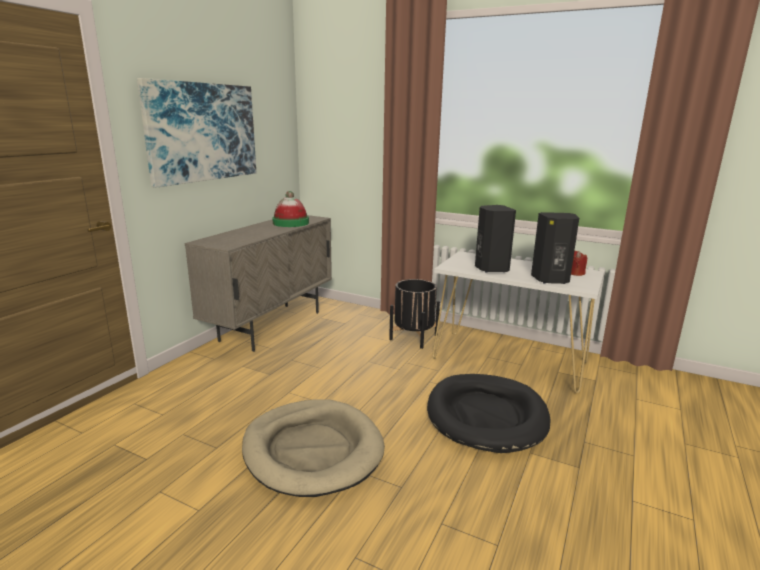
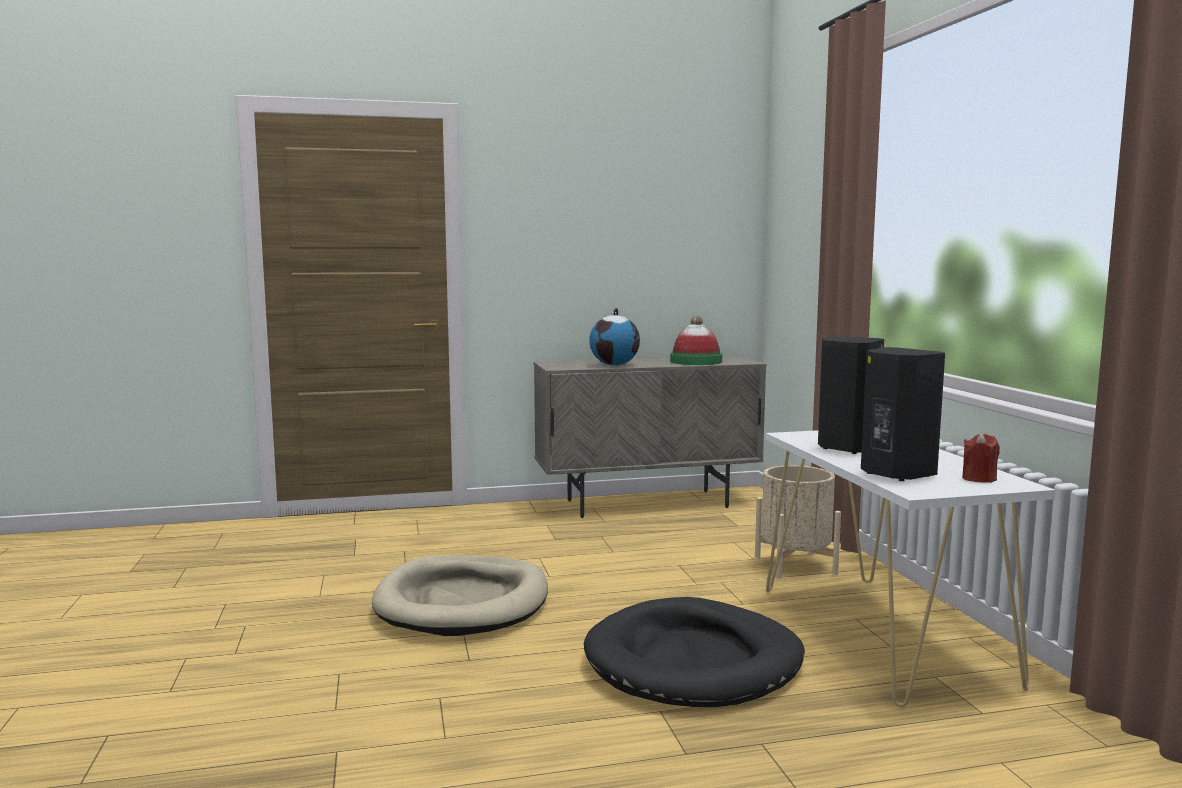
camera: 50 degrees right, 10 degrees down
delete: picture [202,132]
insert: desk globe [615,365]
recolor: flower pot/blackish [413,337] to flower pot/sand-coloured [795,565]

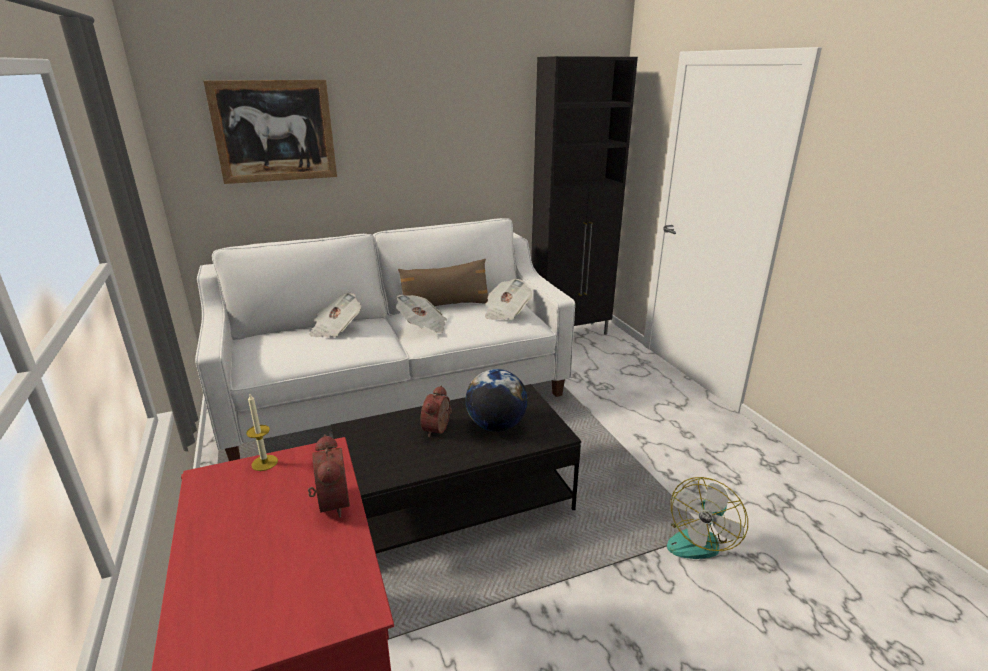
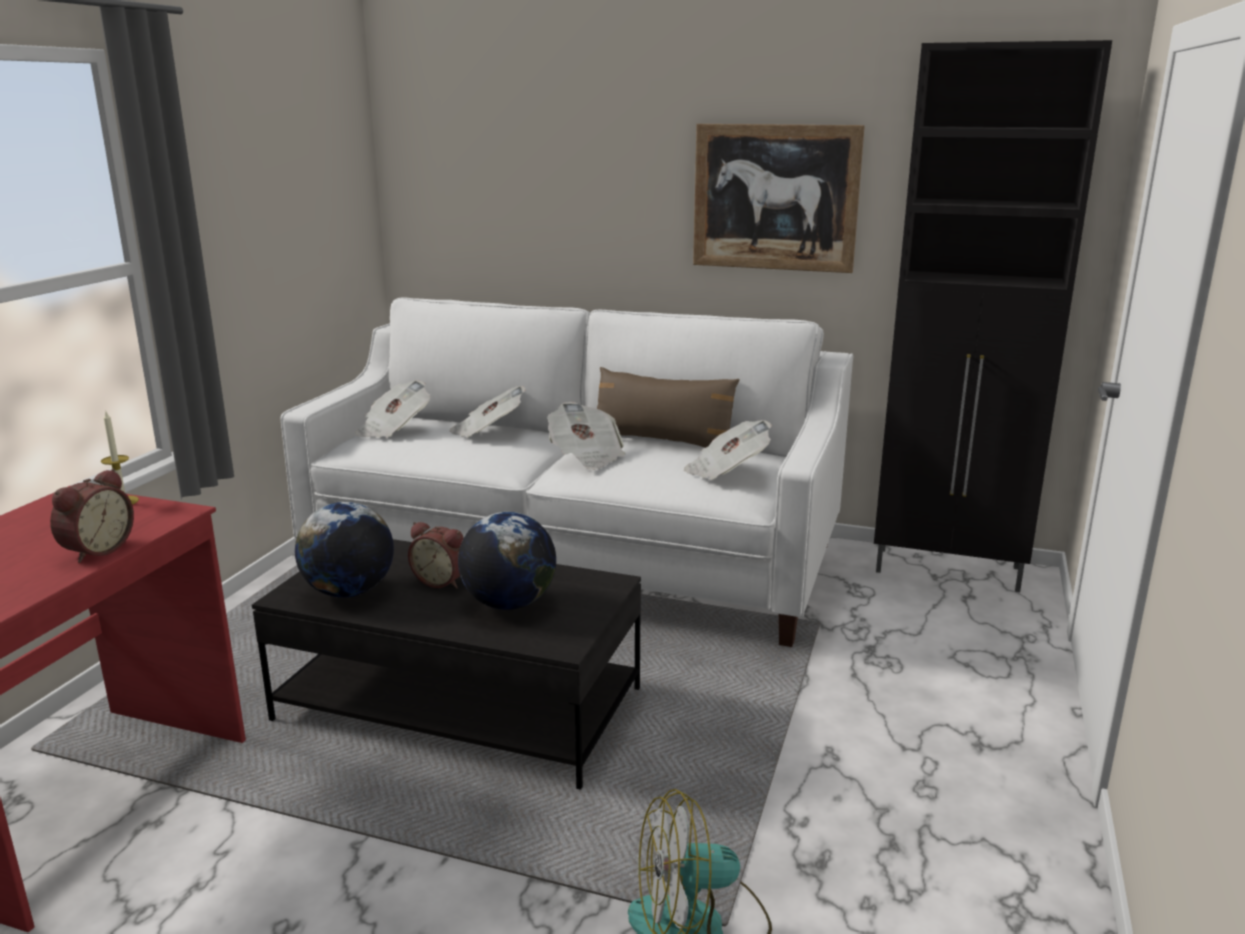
camera: 40 degrees right, 5 degrees down
insert: desk globe [349,592]; daily paper [393,429]
move: picture [274,131] to [775,198]
rotate: table clock [439,429] = [442,581] 120 degrees counterclockwise

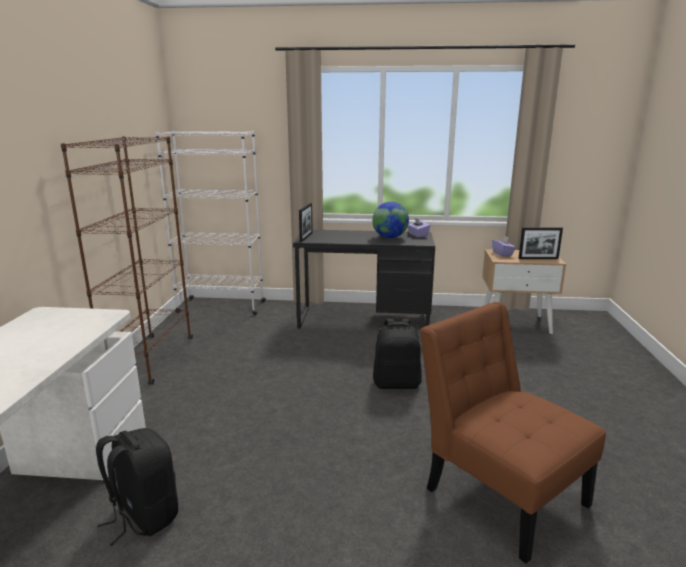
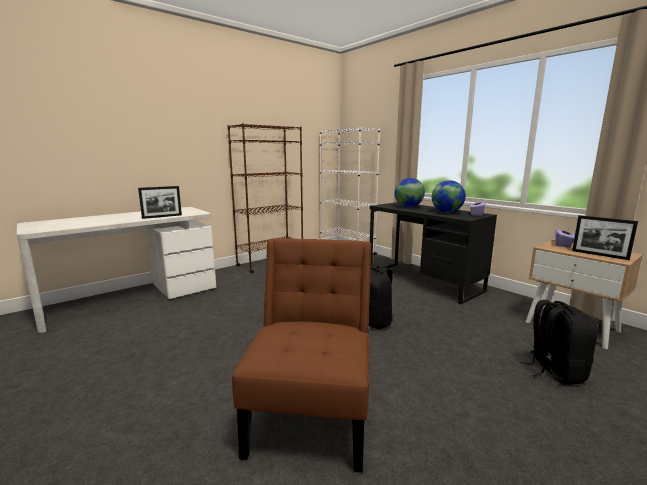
camera: 45 degrees right, 5 degrees down
insert: desk globe [408,207]
move: rucksack/blackish [143,516] to [554,371]; standing frame [306,237] to [162,216]

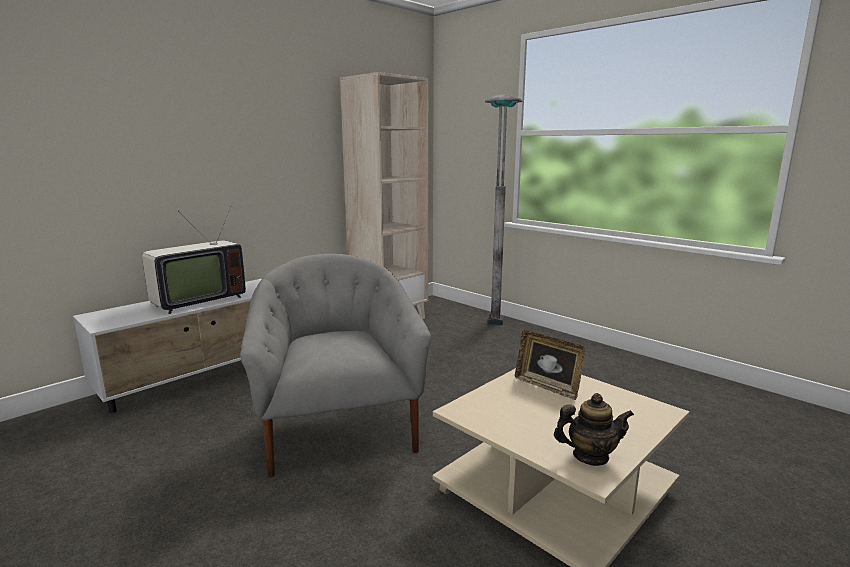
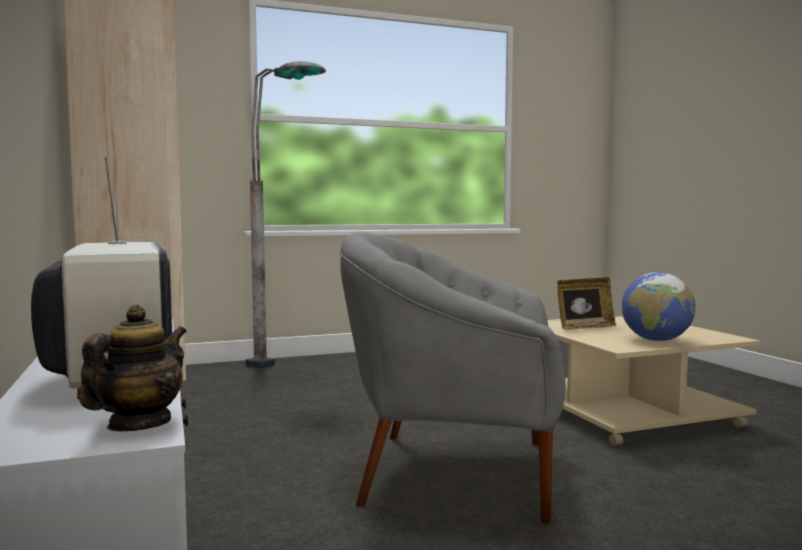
camera: 65 degrees left, 10 degrees down
insert: desk globe [656,340]
move: tea pot [590,456] to [139,424]

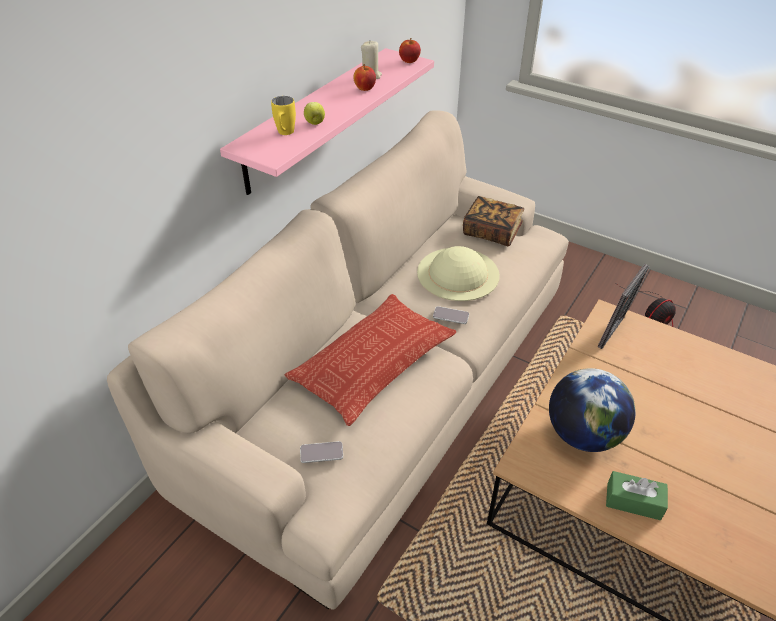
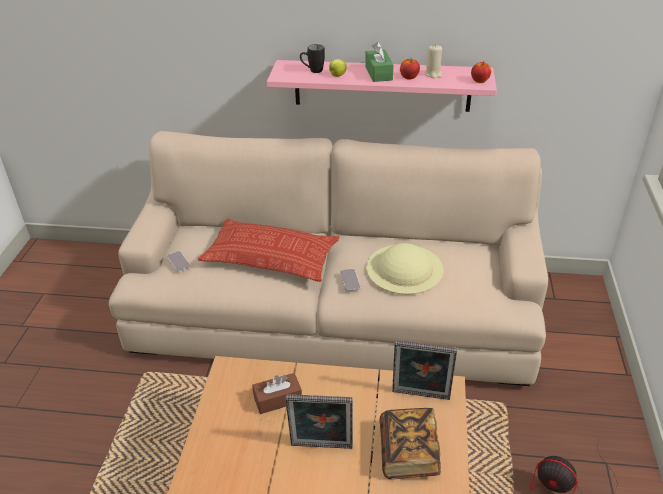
camera: 65 degrees right, 5 degrees down
insert: standing frame [321,448]
move: book [492,232] to [408,453]; tissue box/green-coloured [633,501] to [378,73]
replace: desk globe [583,434] to tissue box/brown-coloured [278,399]
recolor: coffee mug/yellowish [285,134] to coffee mug/blackish [312,71]

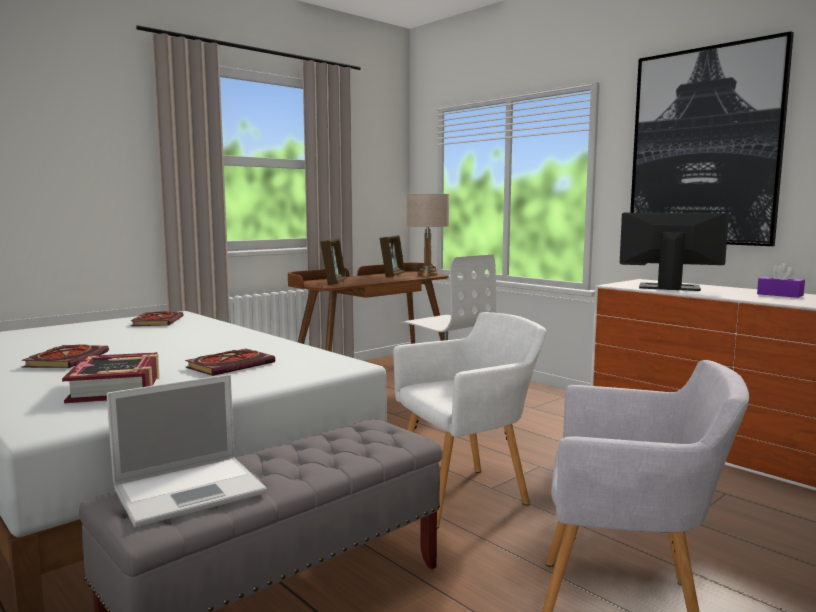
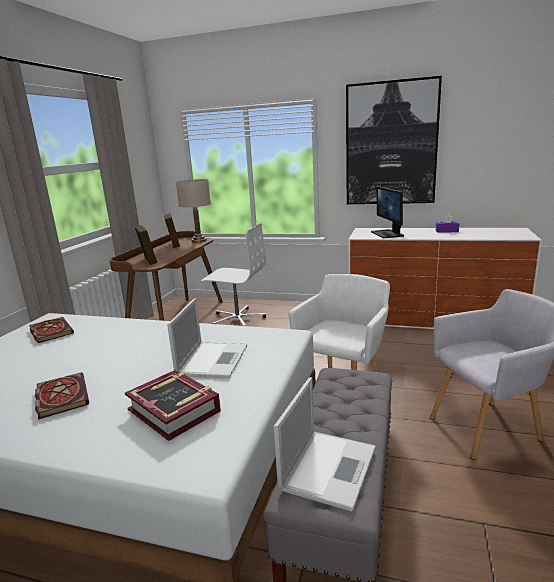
camera: 30 degrees left, 10 degrees up
replace: book [231,365] to portable computer [213,359]
rotate: monitor [668,287] = [388,234] 90 degrees counterclockwise

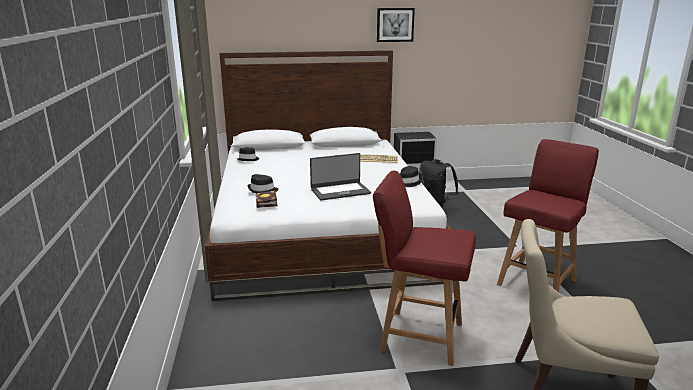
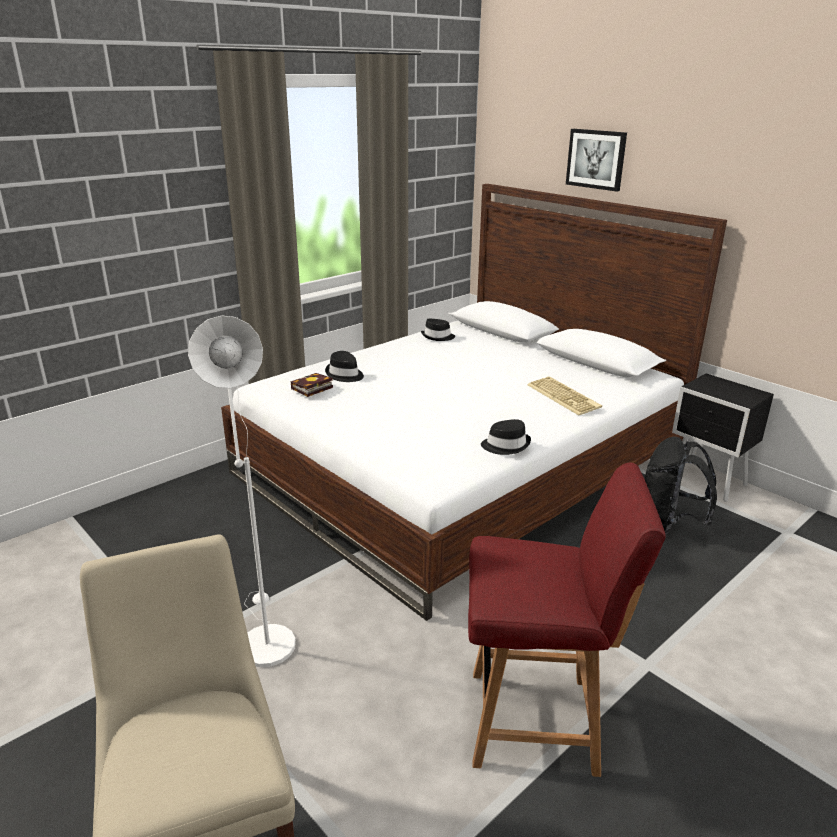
camera: 55 degrees right, 5 degrees up
delete: portable computer [340,191]
move: picture [395,25] to [596,159]
replace: chair/red [419,336] to standing lamp/white [264,638]

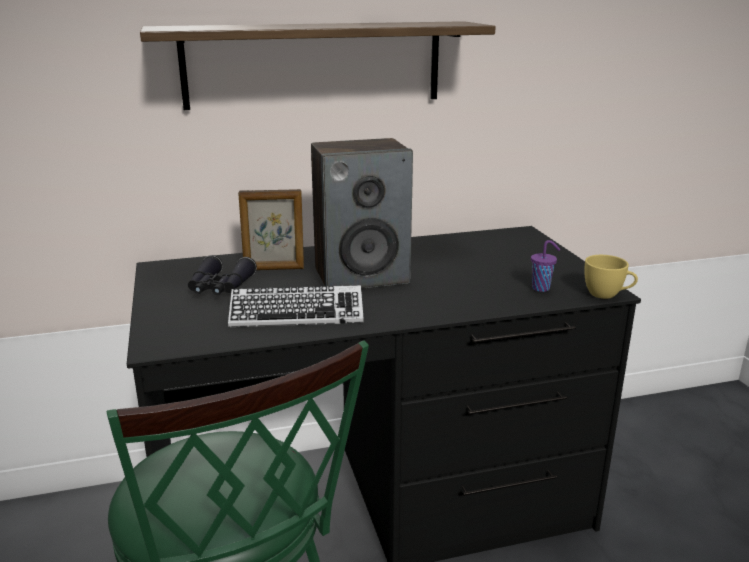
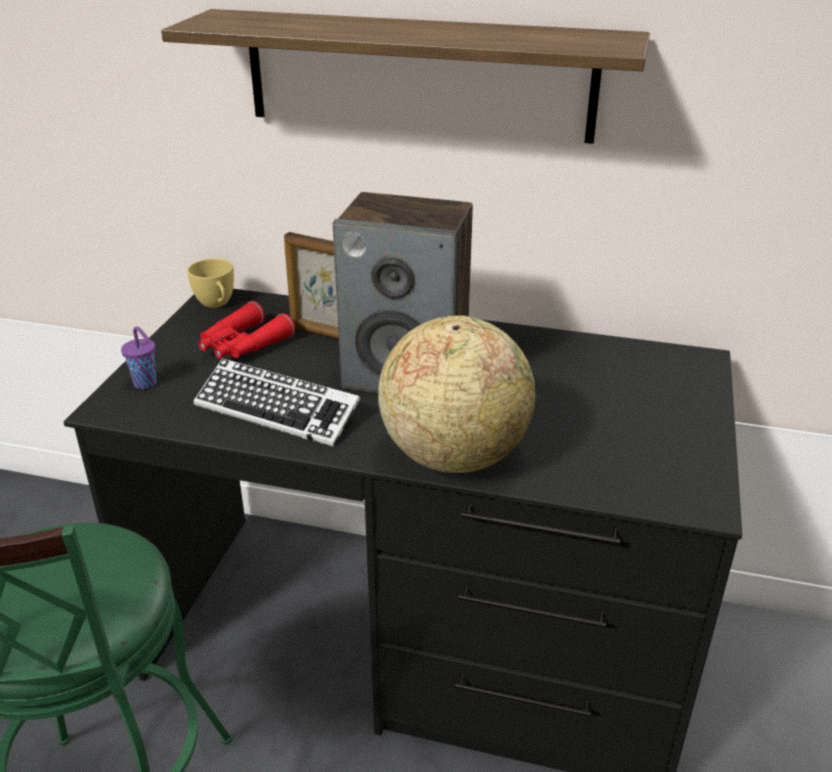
camera: 30 degrees right, 10 degrees up
insert: desk globe [454,455]
move: drinking cup/purple-coloured [542,288] to [146,384]; drinking cup/yellowish [607,295] to [217,304]
recolor: field glasses/blackish [220,287] to field glasses/red [243,345]

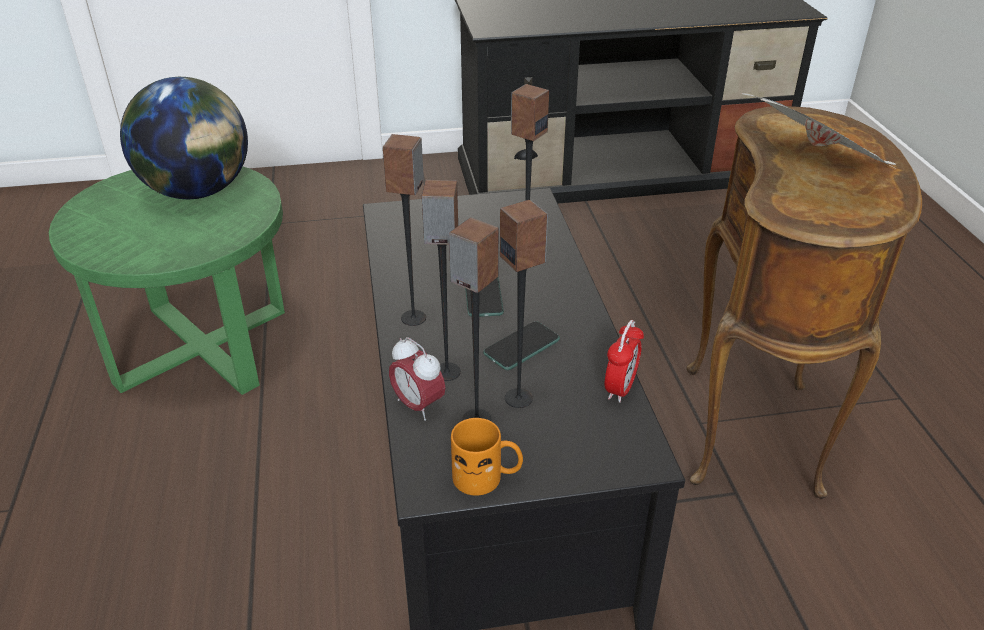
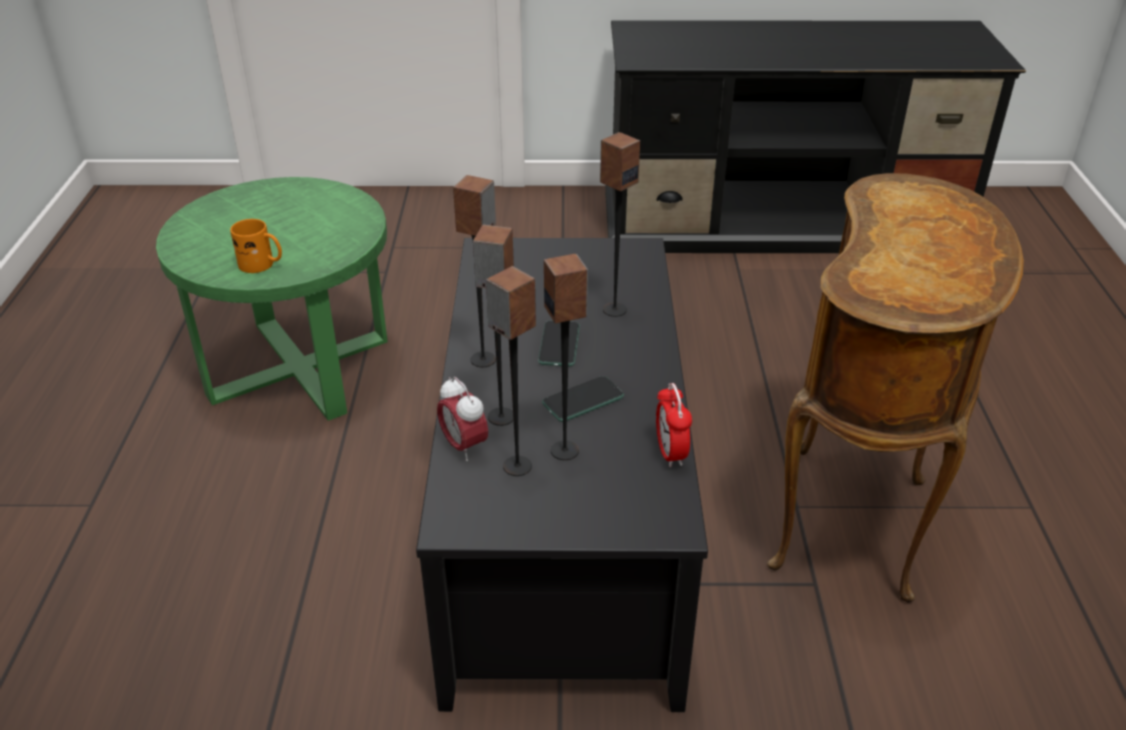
camera: 10 degrees right, 0 degrees up
delete: desk globe [198,191]; daily paper [816,172]
move: coffee mug/orangey [487,477] to [262,265]
rotate: table clock [620,388] = [670,453] 135 degrees clockwise

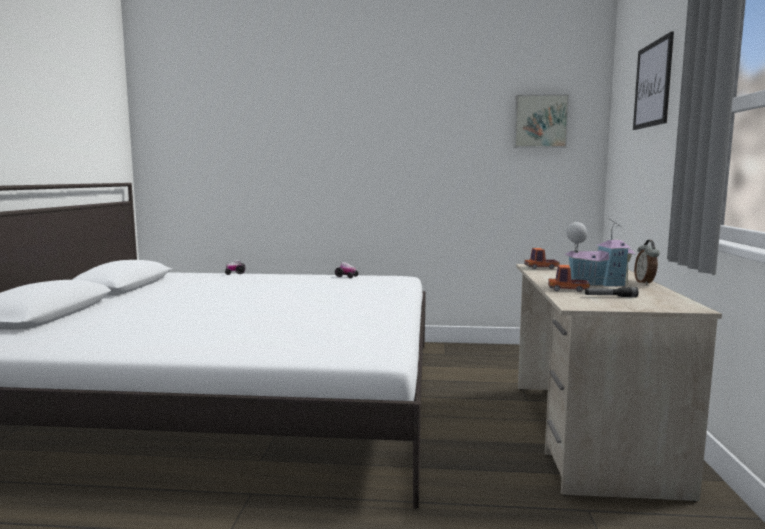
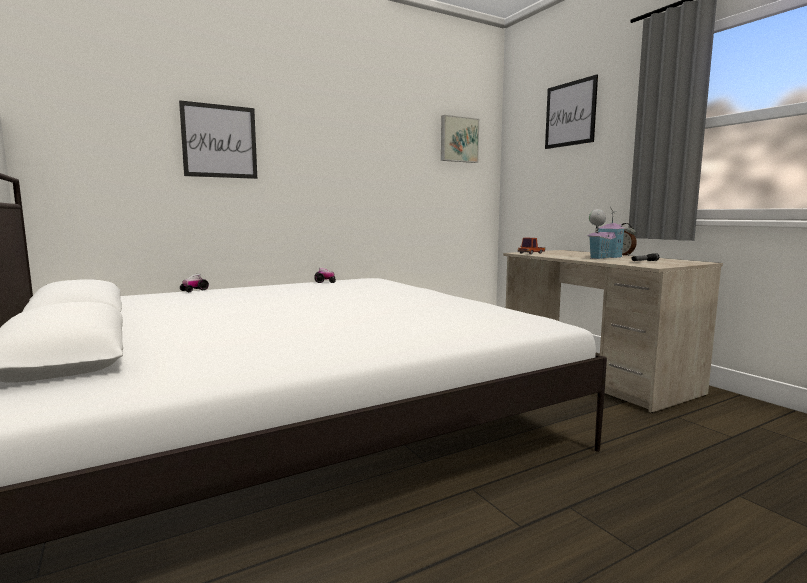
camera: 35 degrees left, 0 degrees up
delete: toy lorry [568,289]
insert: picture [219,141]

